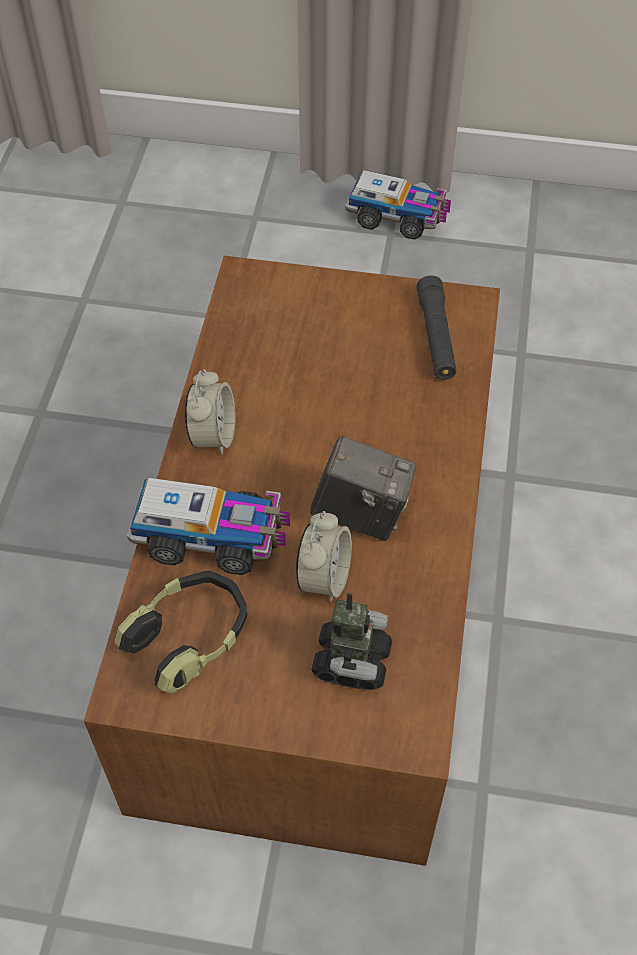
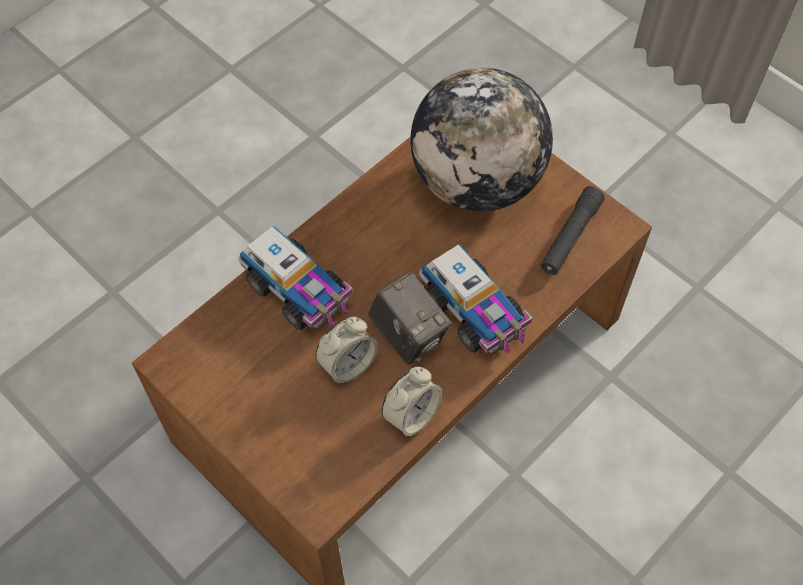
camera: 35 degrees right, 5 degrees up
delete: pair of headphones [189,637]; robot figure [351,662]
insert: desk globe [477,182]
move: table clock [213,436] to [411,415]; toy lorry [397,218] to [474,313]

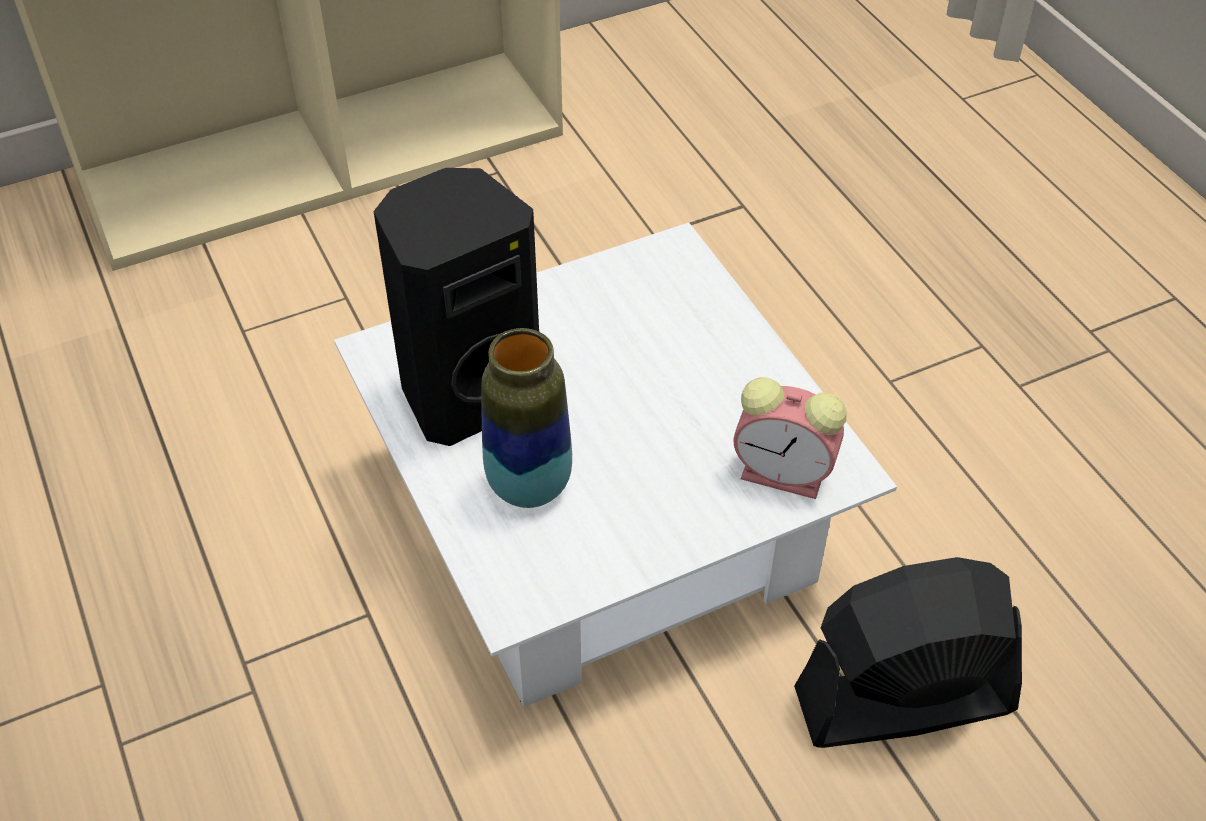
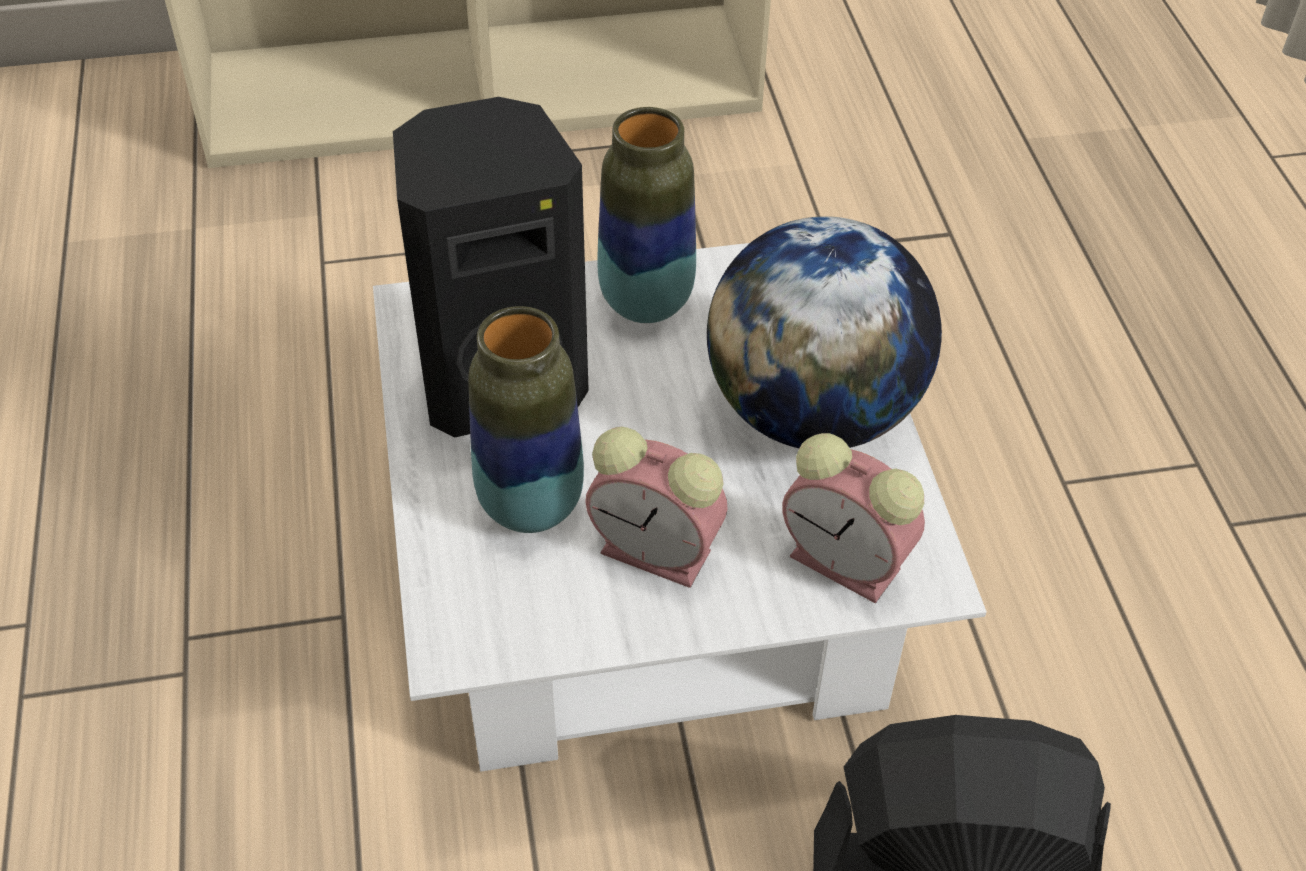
camera: 15 degrees right, 0 degrees up
insert: table clock [660,552]; decorative vase [646,302]; desk globe [812,412]

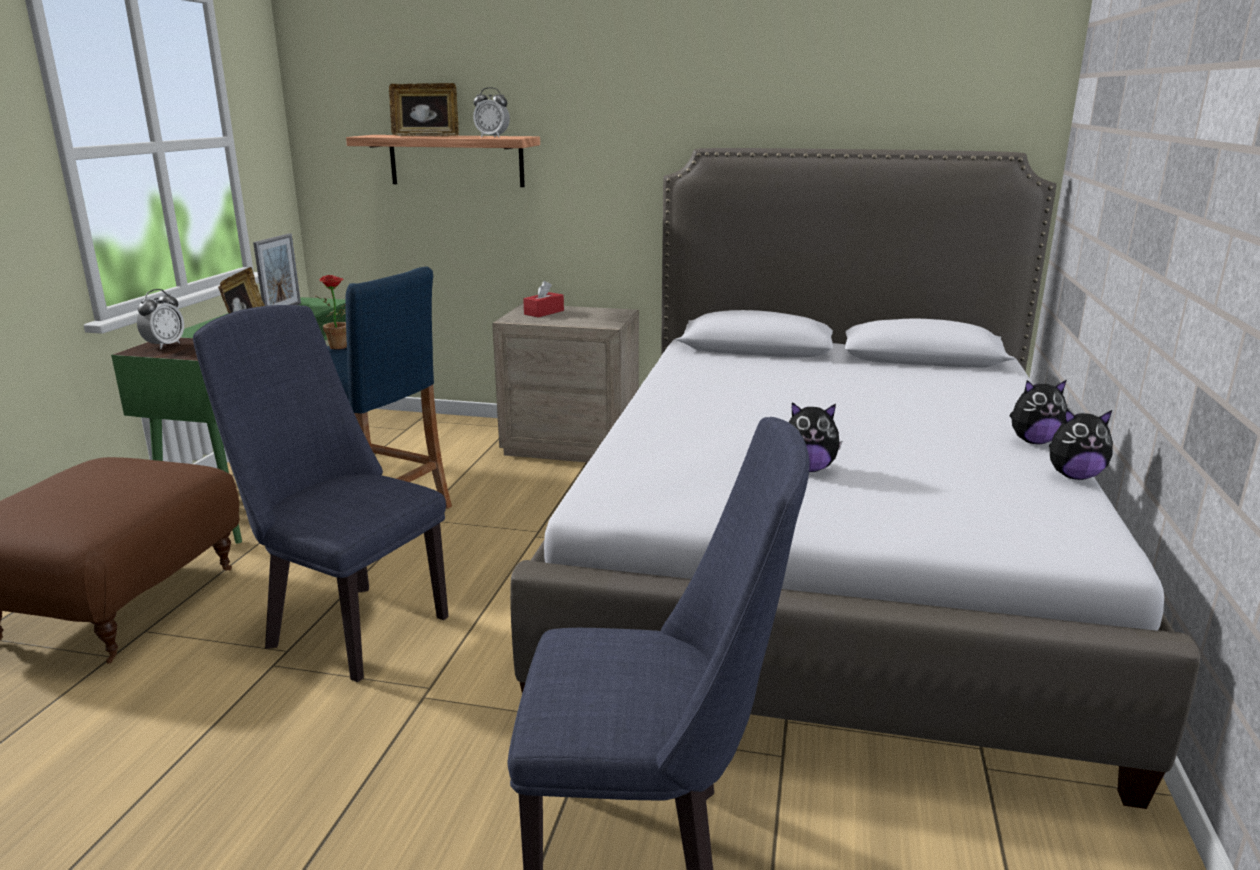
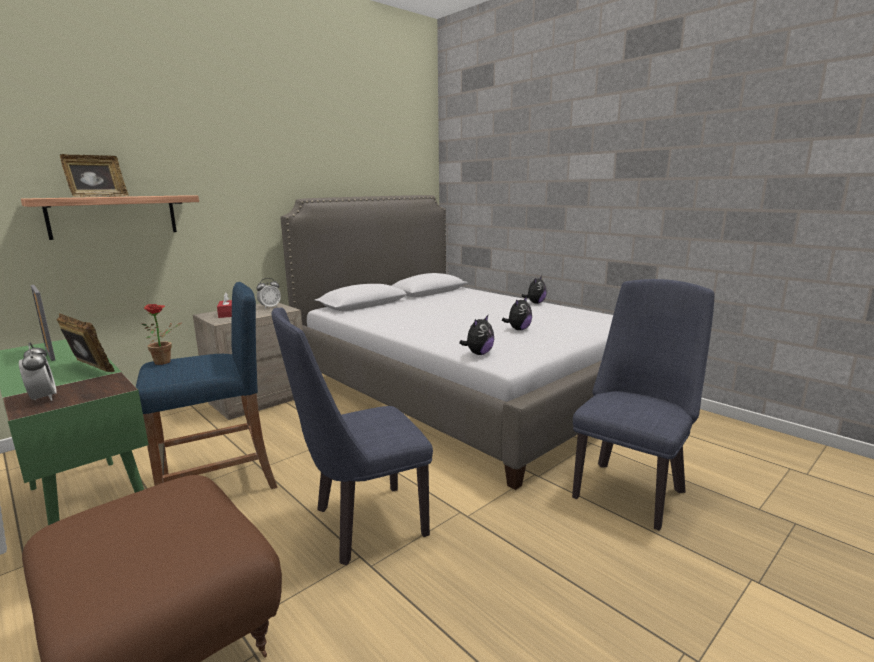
camera: 55 degrees left, 5 degrees down
move: table clock [492,137] to [270,307]; cuddly toy [1074,476] to [478,353]

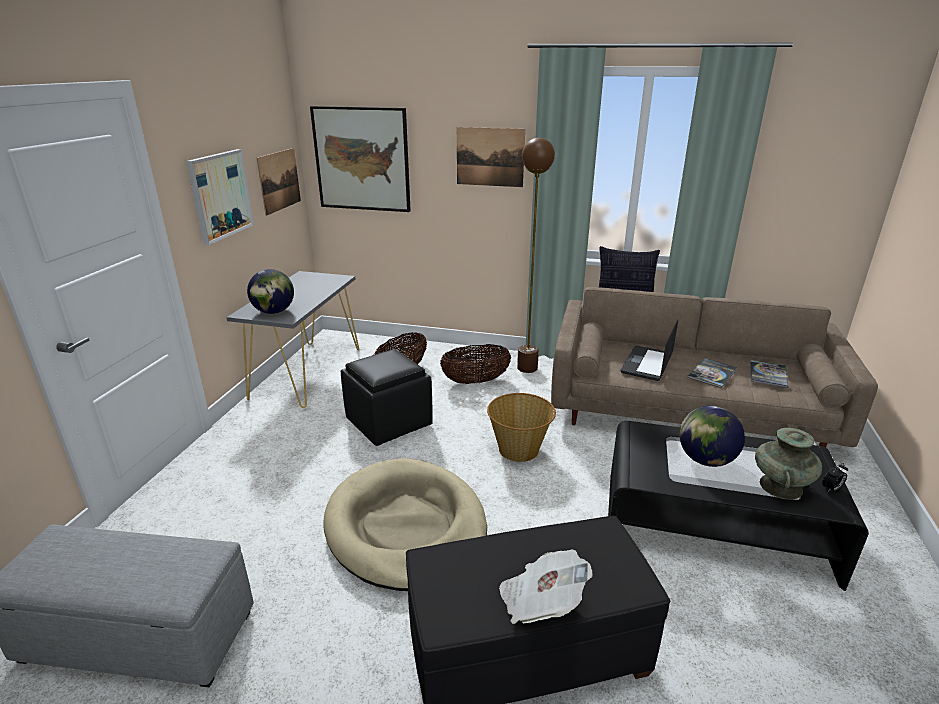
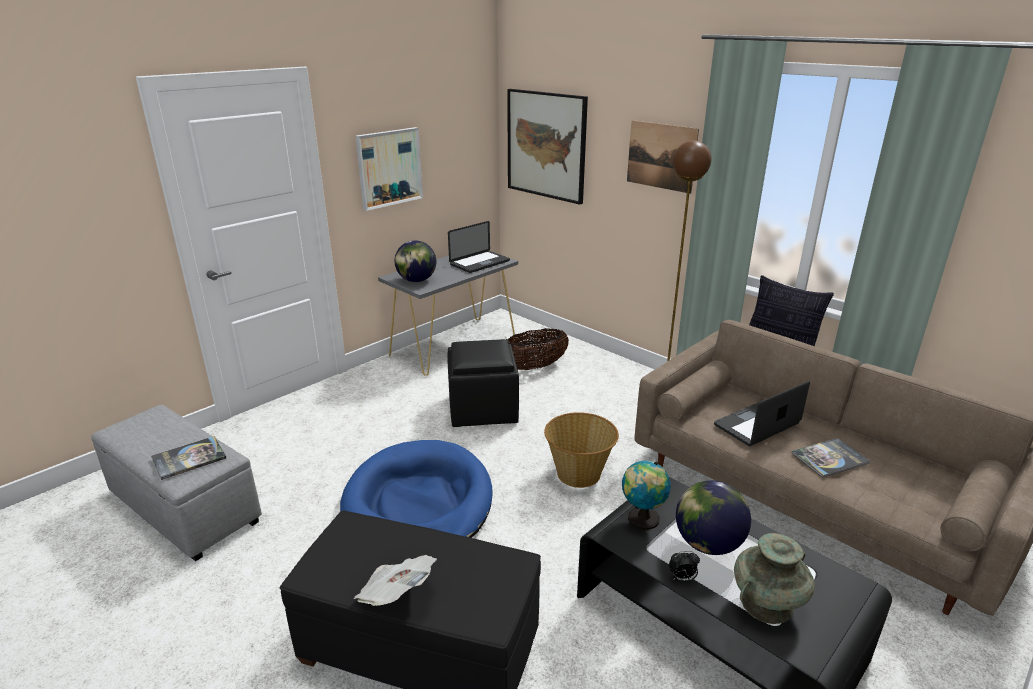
camera: 30 degrees right, 0 degrees up
delete: picture [279,180]; household basket [475,381]
insert: portable computer [480,263]; desk globe [642,519]
move: book [768,374] to [189,458]; table clock [831,489] to [682,579]
recolor: dog cushion/sand-coloured [406,527] to dog cushion/bluish [418,505]

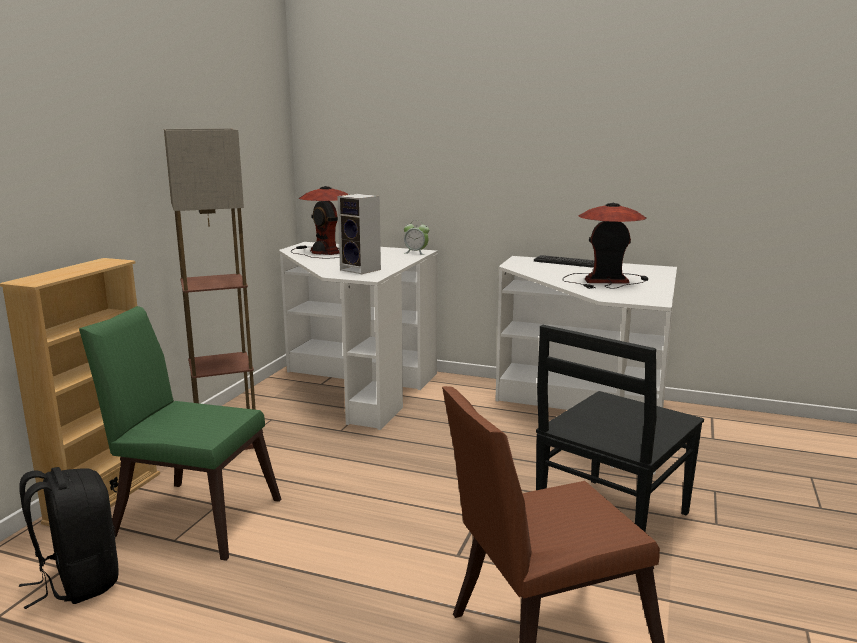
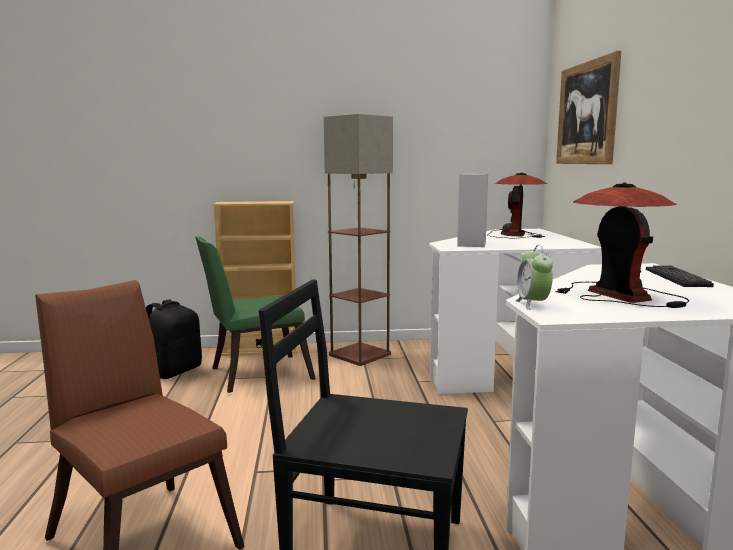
camera: 65 degrees right, 5 degrees down
insert: picture [587,113]
move: table clock [416,253] to [532,304]
rotate: chair/green-coloured [190,516] = [254,374] 105 degrees counterclockwise

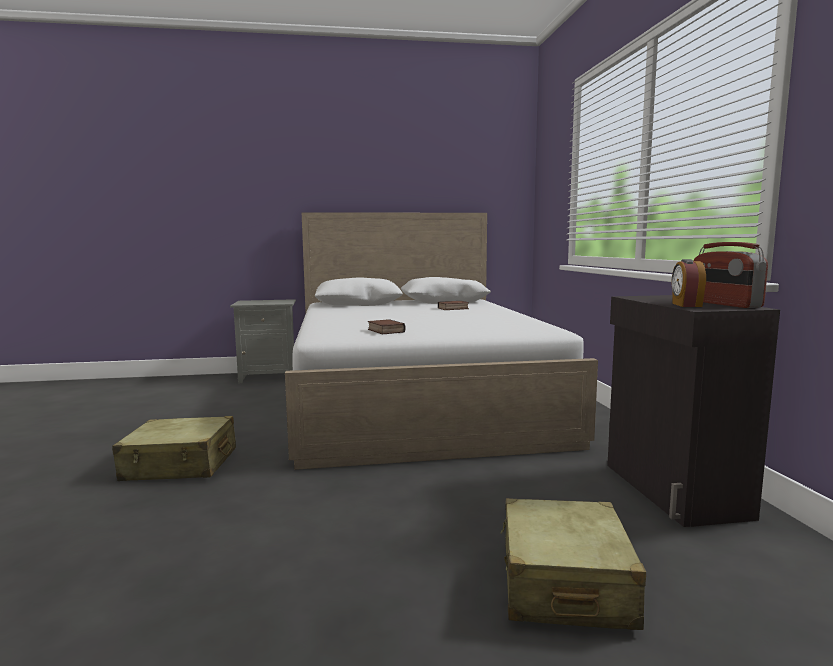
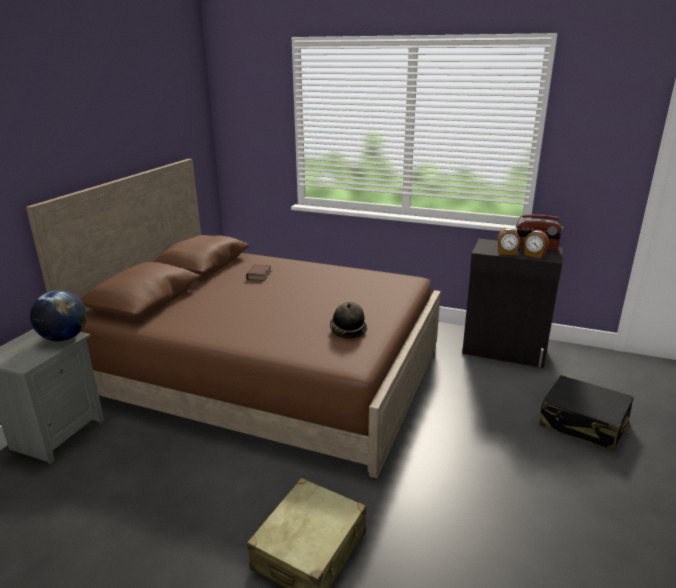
camera: 60 degrees left, 15 degrees up
insert: desk globe [64,338]; table clock [507,253]
replace: book [384,331] to clothing hat [348,330]
recolor: bed/white [417,400] to bed/brown-coloured [269,371]; suitcase/sand-coloured [564,584] to suitcase/blackish [583,423]

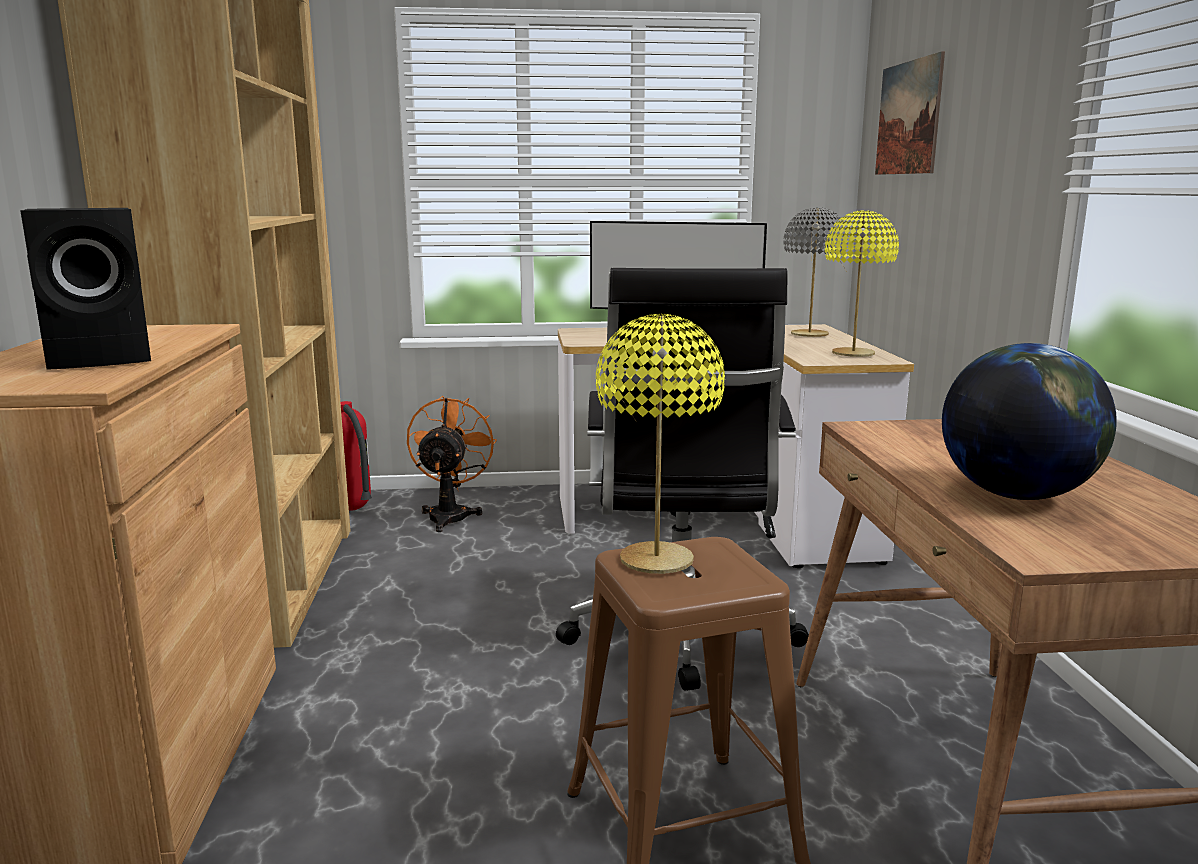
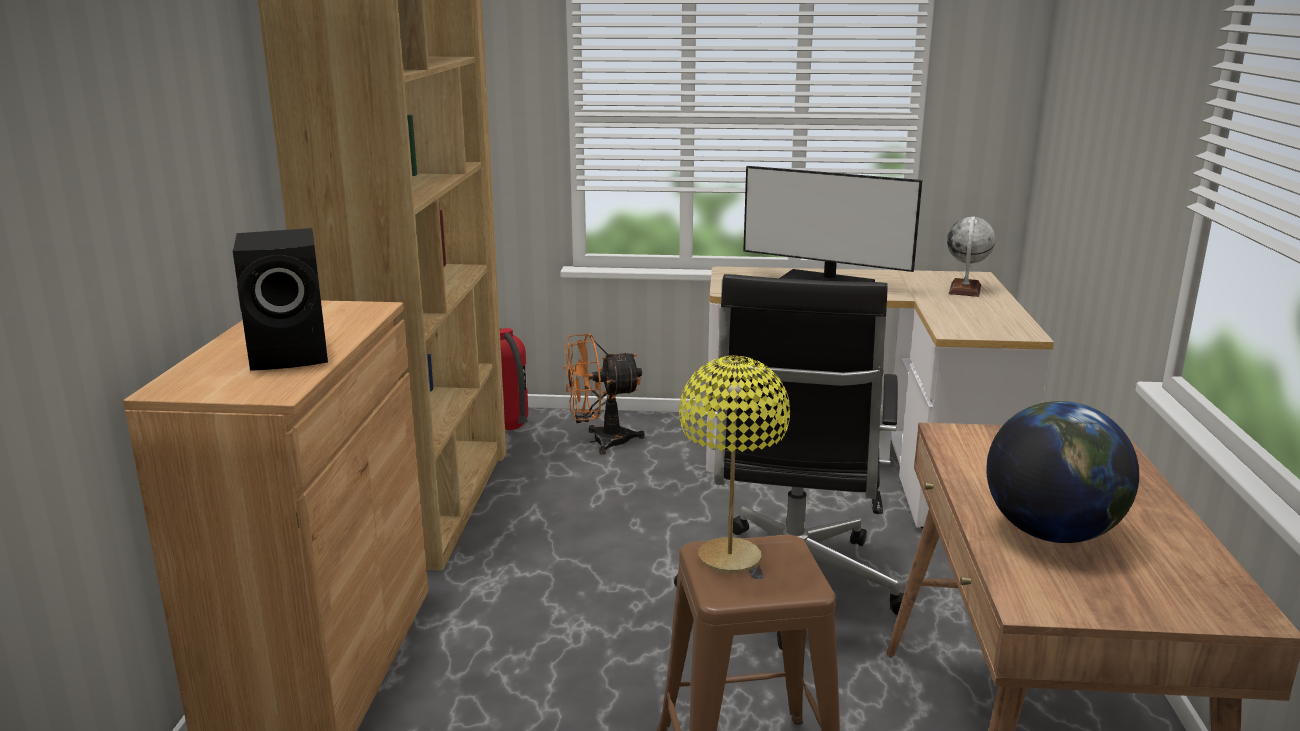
camera: 10 degrees right, 5 degrees up
delete: table lamp/yellowish [853,354]; picture [908,118]
replace: table lamp/grey [809,335] to desk globe [965,289]
rotate: fan/orangey [451,515] = [601,441] 120 degrees counterclockwise

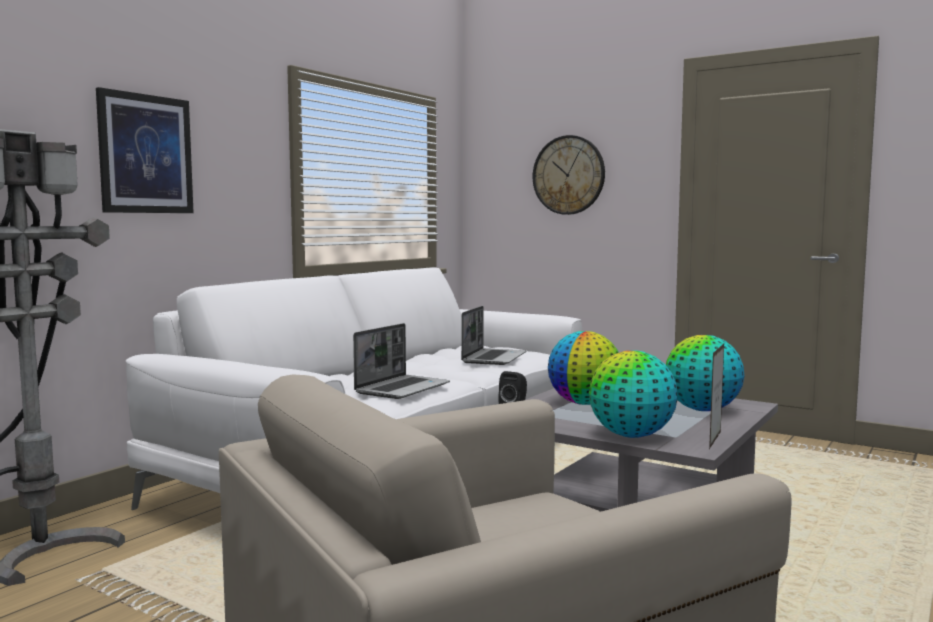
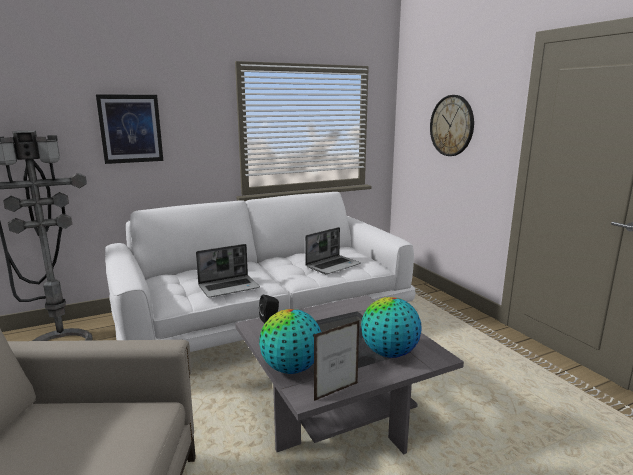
camera: 30 degrees right, 10 degrees up
delete: desk globe [584,403]

